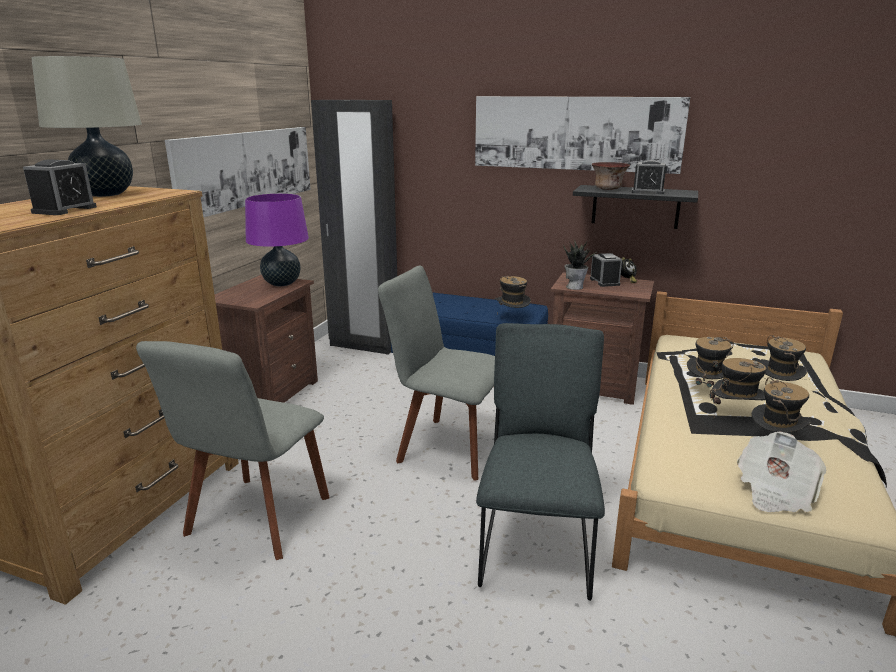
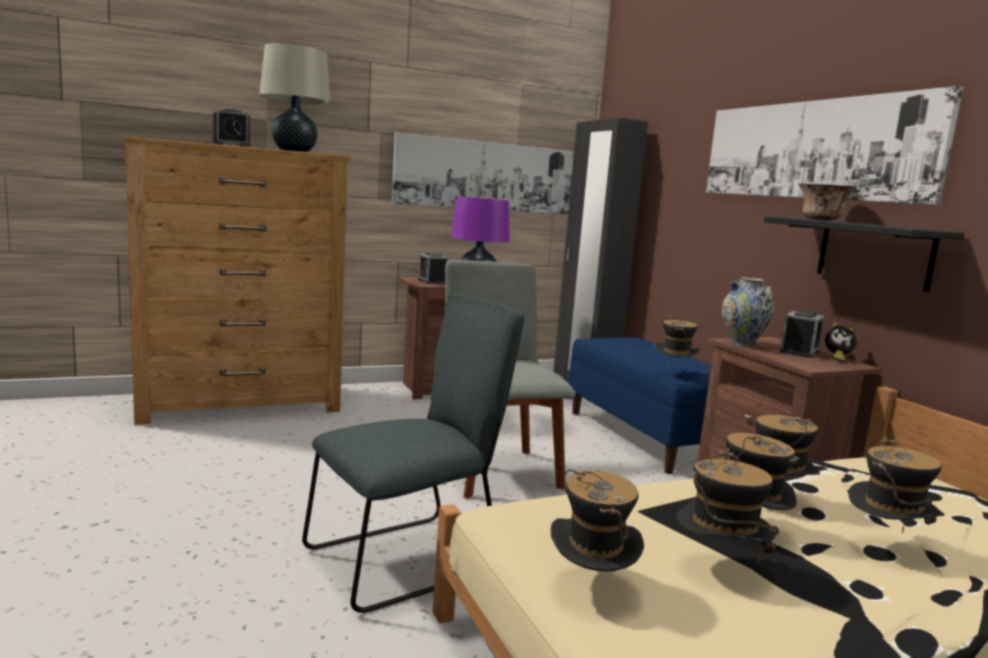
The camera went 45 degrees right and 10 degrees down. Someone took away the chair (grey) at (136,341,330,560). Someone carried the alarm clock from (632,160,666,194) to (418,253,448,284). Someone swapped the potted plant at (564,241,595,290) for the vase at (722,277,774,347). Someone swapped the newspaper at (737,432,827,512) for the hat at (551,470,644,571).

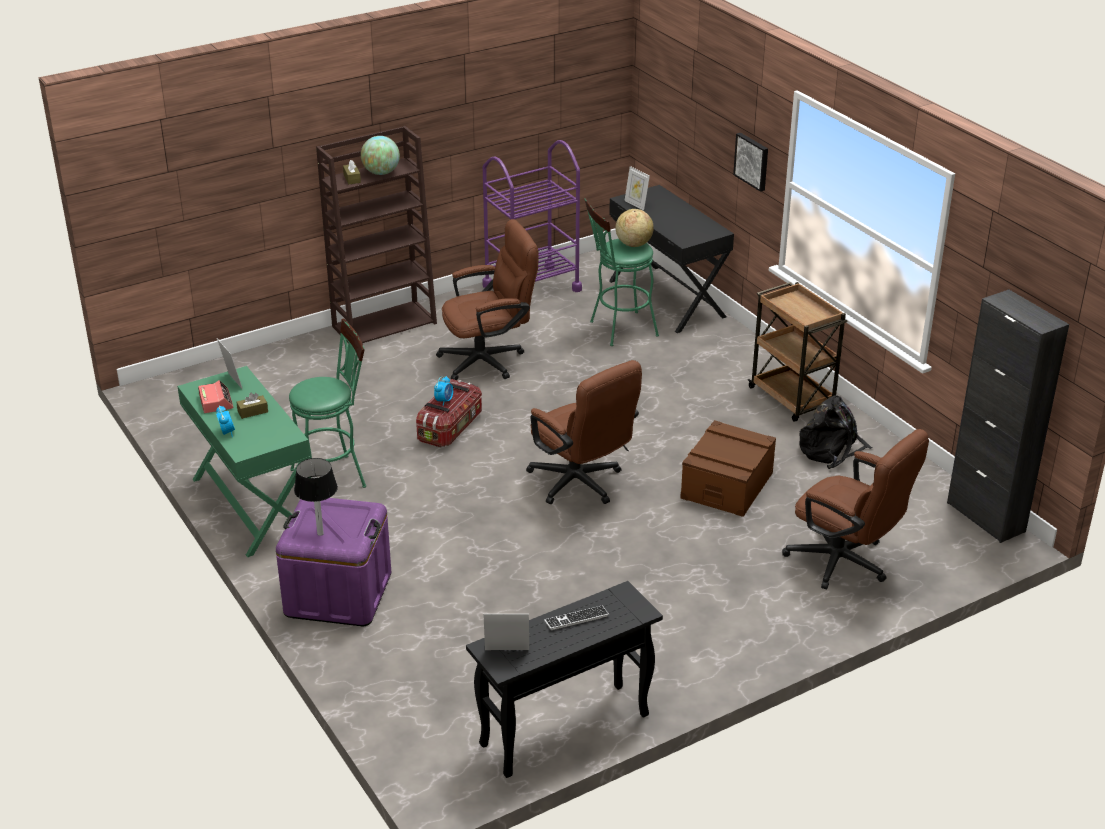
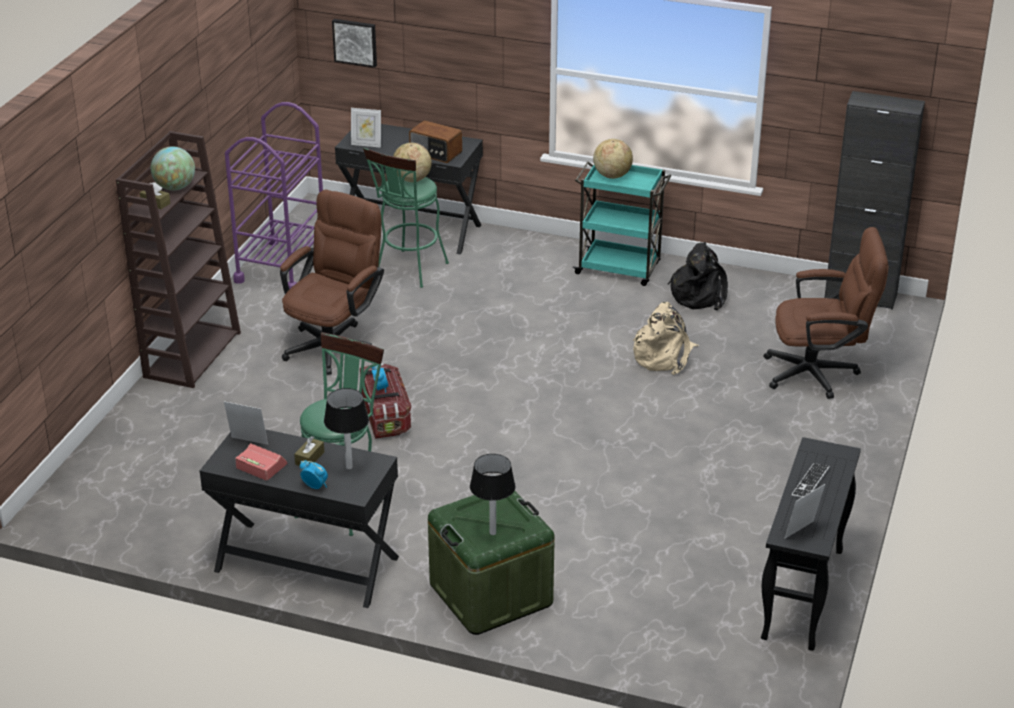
The camera went 40 degrees left and 0 degrees up. Someone took away the office chair (brown) at (526,360,642,504). Someone put down the table lamp at (324,388,369,470). Someone put down the radio at (409,120,462,163). Someone put down the globe at (593,139,633,179). Someone carried the picture from (733,133,768,192) to (332,19,377,68). Someone swapped the storage box (brown) at (680,420,776,517) for the backpack (beige) at (633,302,699,375). Someone repainted the desk (green) at (177,366,310,557), which became the desk (black) at (200,429,399,608). Someone repainted the storage box (purple) at (276,498,391,626), which became the storage box (green) at (428,490,555,635). Someone repainted the cart (brown) at (748,282,848,422), which became the cart (turquoise) at (572,161,671,286).

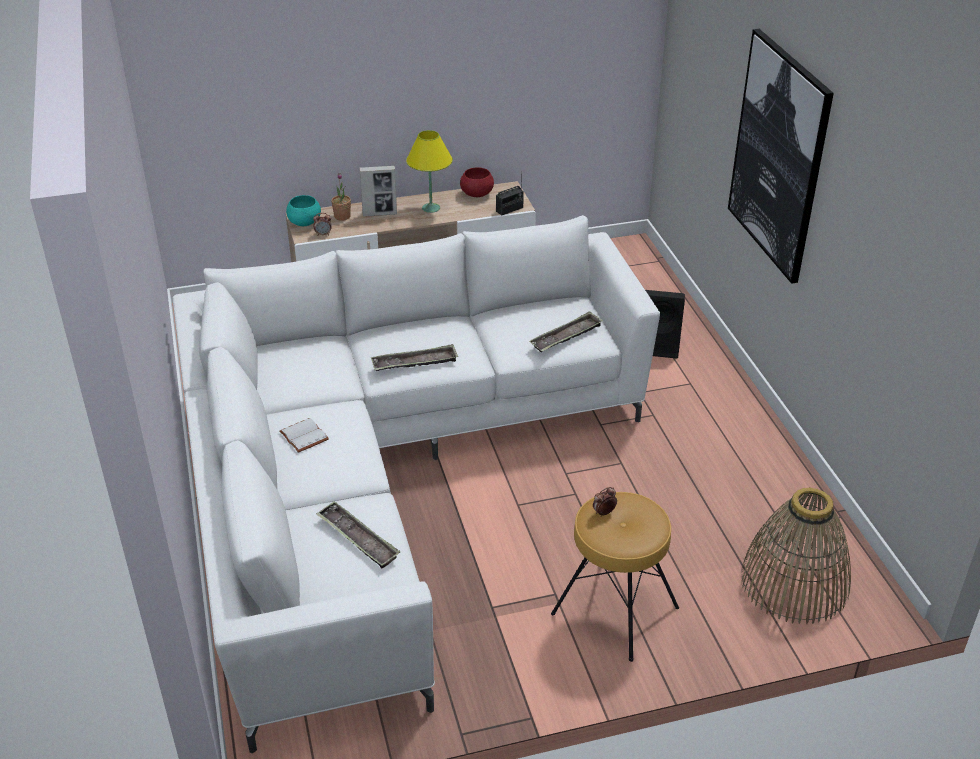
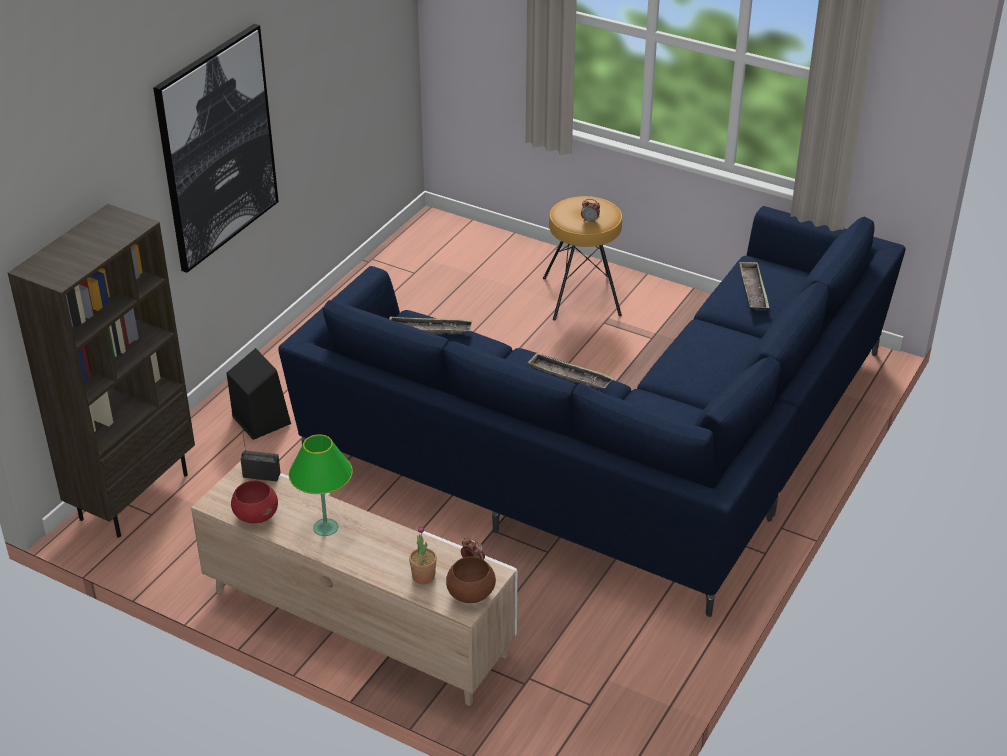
The camera went 135 degrees left and 0 degrees up. Someone took away the book (white) at (280,418,329,453). Someone took away the picture frame at (359,166,397,217). Someone took away the basket at (740,488,851,624). Someone put down the bookcase (brown) at (8,204,195,538). Someone repainted the sofa (white) at (172,215,660,753), which became the sofa (blue) at (278,206,906,617). Someone repainted the bowl (turquoise) at (286,195,321,226), which became the bowl (brown) at (446,557,496,603). Someone repainted the table lamp (yellow) at (406,130,453,213), which became the table lamp (green) at (288,434,353,536).

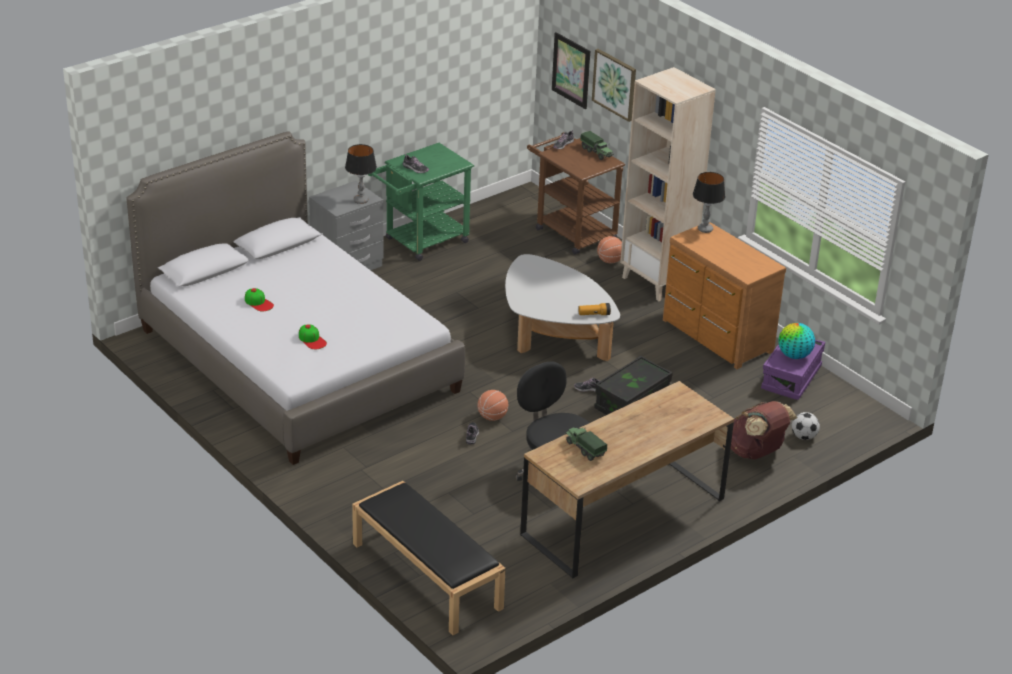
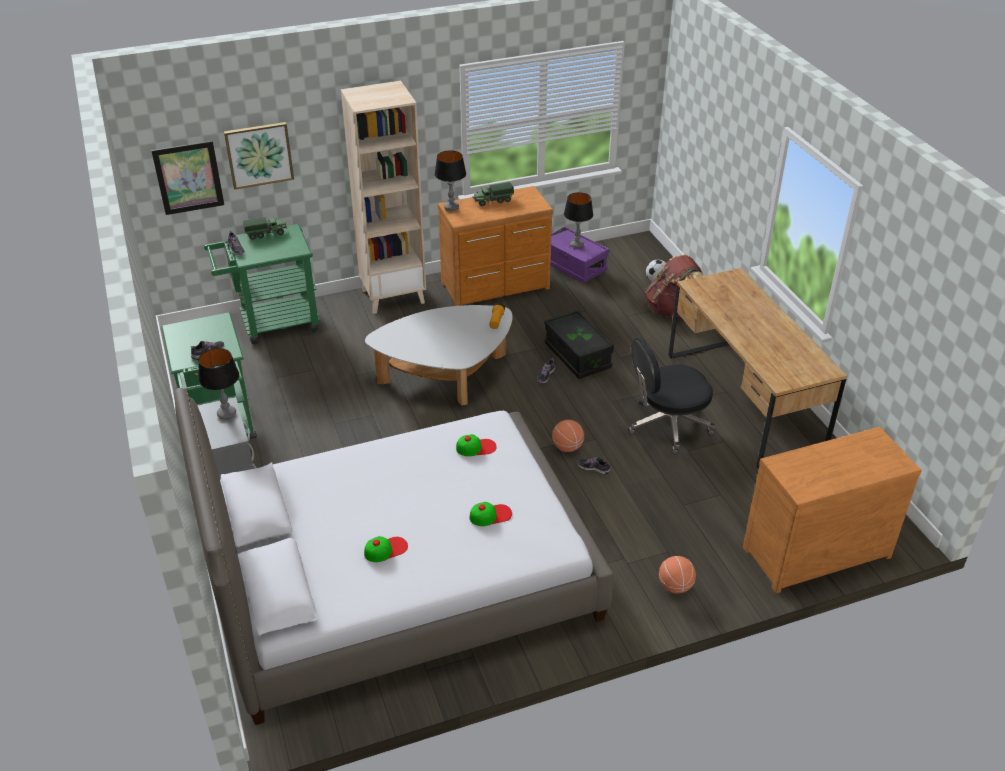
The camera went 70 degrees left and 5 degrees up. Someone put down the cap at (456,434,497,456). Someone carried the toy truck from (564,427,607,461) to (473,182,514,206). Someone carried the basketball from (597,236,622,263) to (659,556,696,594). Someone swapped the bench (black) at (352,481,506,635) for the dresser (brown) at (743,427,921,594). Someone swapped the globe at (778,323,815,359) for the table lamp at (564,192,593,248). Someone repainted the cart (brown) at (527,132,625,254), which became the cart (green) at (204,224,320,345).

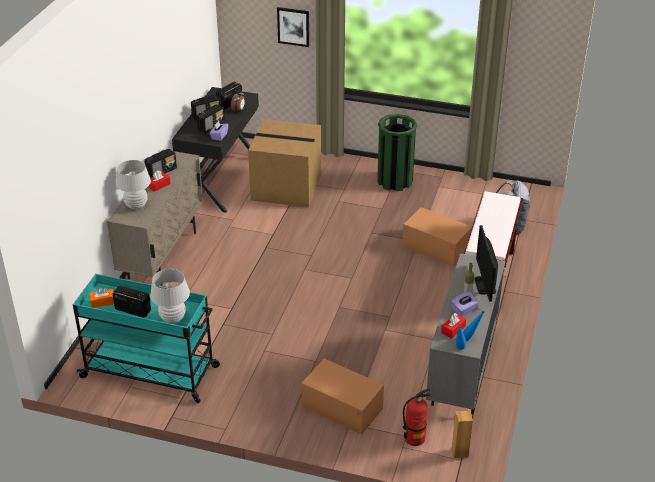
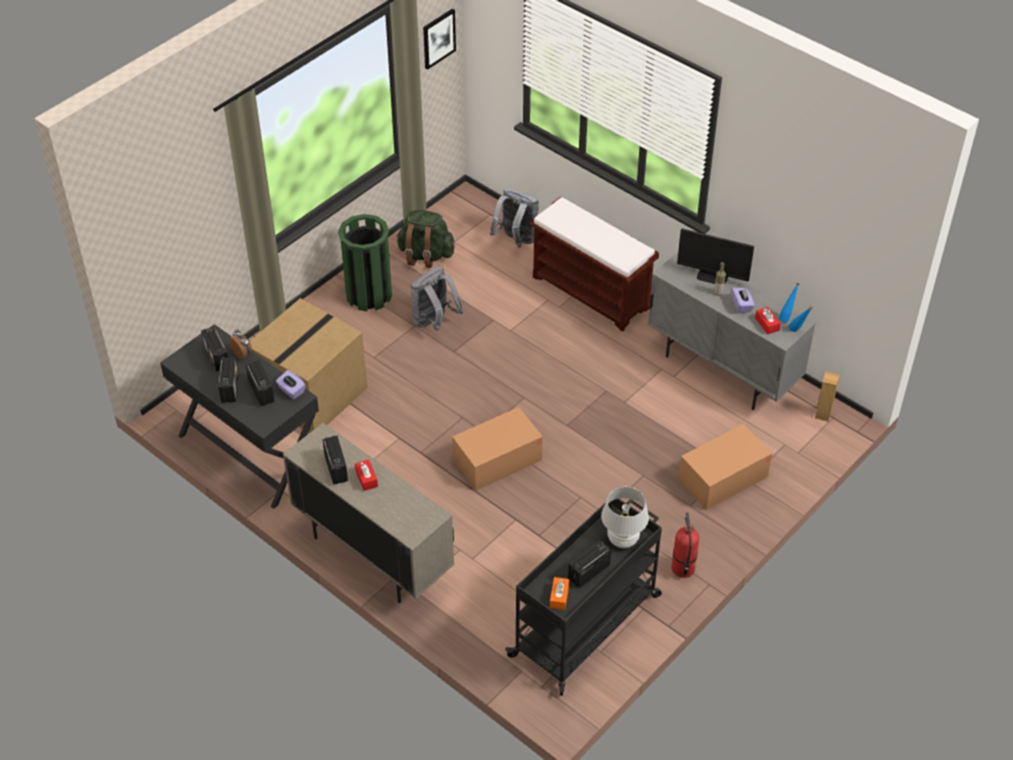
The camera went 65 degrees left and 10 degrees up. Someone took away the table lamp (white) at (116,160,151,209). Someone put down the backpack (green) at (396,210,454,268). Someone put down the backpack (grey) at (411,266,464,331). Someone carried the picture from (277,7,309,47) to (423,9,456,69). Someone carried the cardboard box from (402,207,472,267) to (452,407,543,491). Someone carried the fire extinguisher from (403,388,431,446) to (672,512,699,578). Someone repainted the cart (turquoise) at (73,274,220,403), which became the cart (black) at (505,499,662,696).

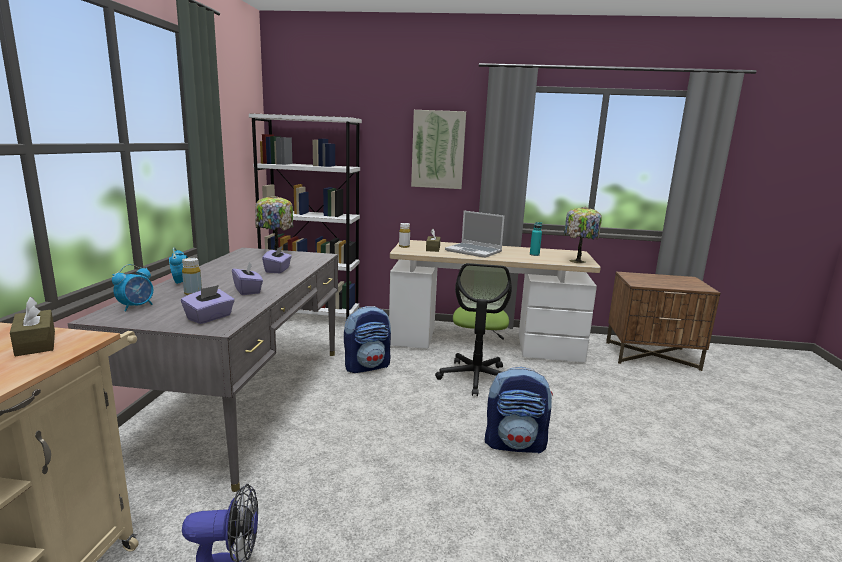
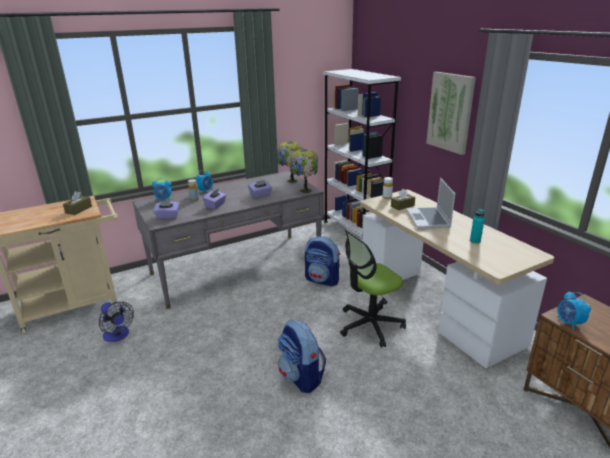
The camera went 55 degrees right and 10 degrees up. Someone put down the alarm clock at (557,291,591,330). Someone carried the table lamp from (564,206,602,263) to (290,149,318,193).

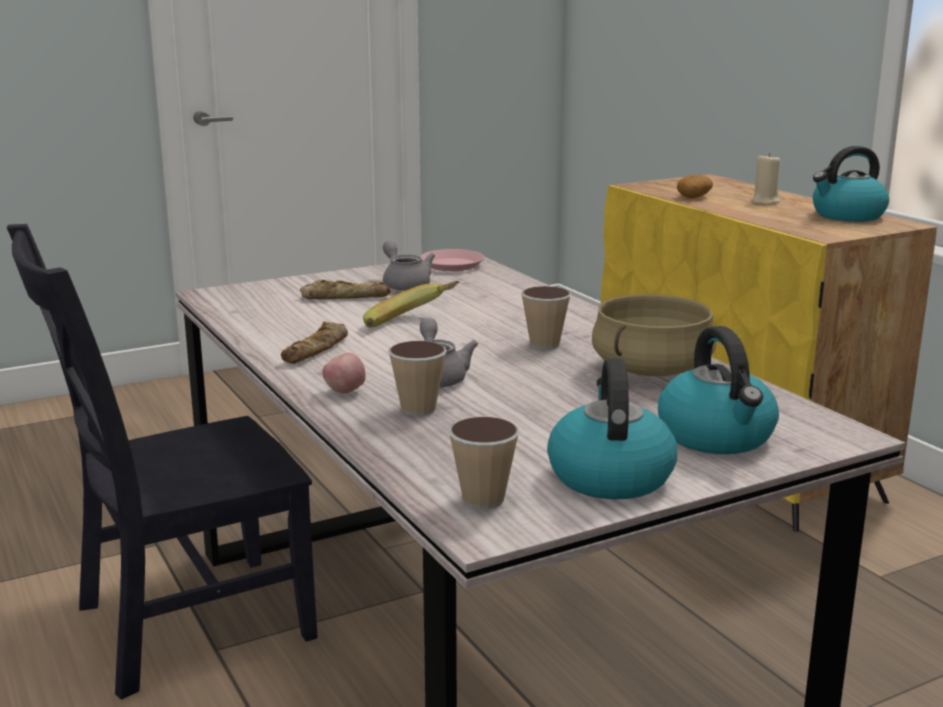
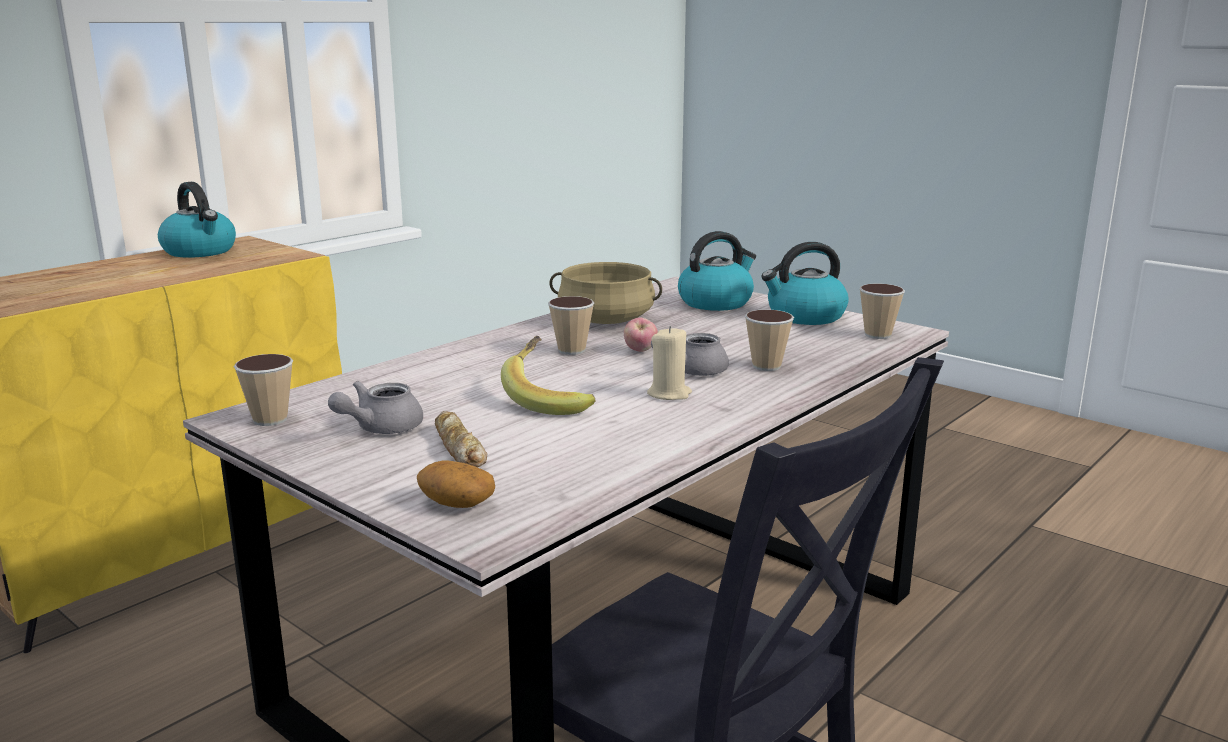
The camera went 110 degrees left and 0 degrees up. Someone took away the bread at (281,321,348,364). Someone carried the apple from (322,353,366,394) to (624,318,658,352). Someone carried the potato from (677,175,713,198) to (417,461,495,508). Someone carried the candle (beige) from (751,153,780,205) to (647,326,692,400). Someone swapped the plate (pink) at (420,249,484,271) for the cup at (234,354,293,426).

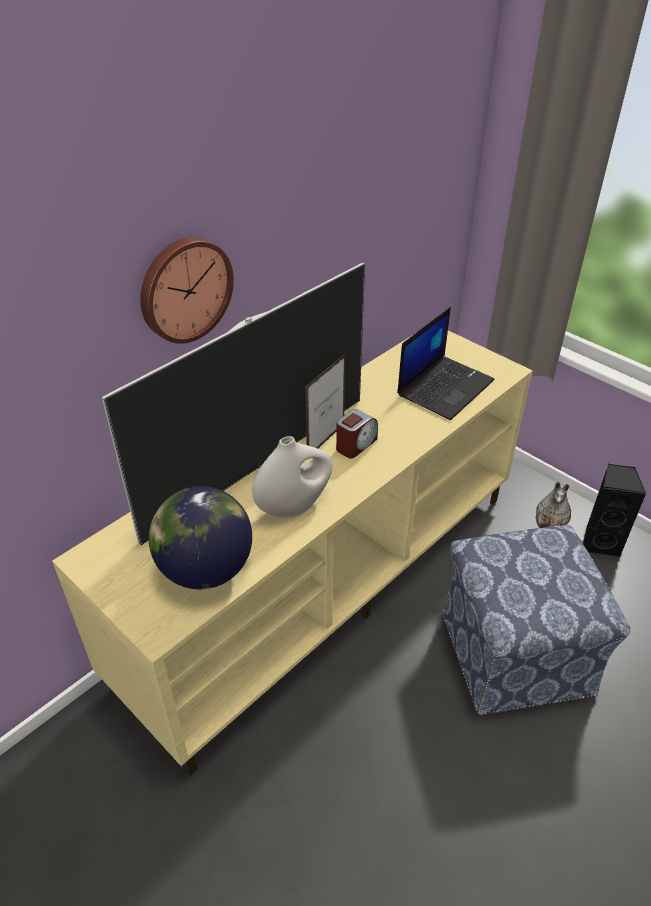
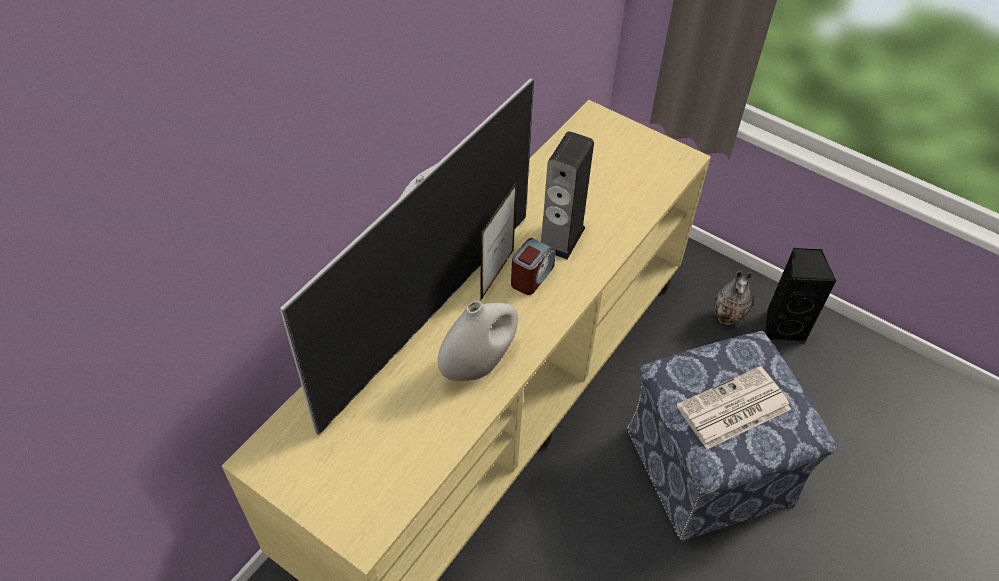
The camera went 10 degrees left and 10 degrees up. Someone took away the wall clock at (140,237,234,344). Someone took away the globe at (149,486,252,589). Someone took away the laptop at (397,307,495,420). Someone put down the speaker at (541,131,594,260). Someone put down the newspaper at (677,366,791,450).

